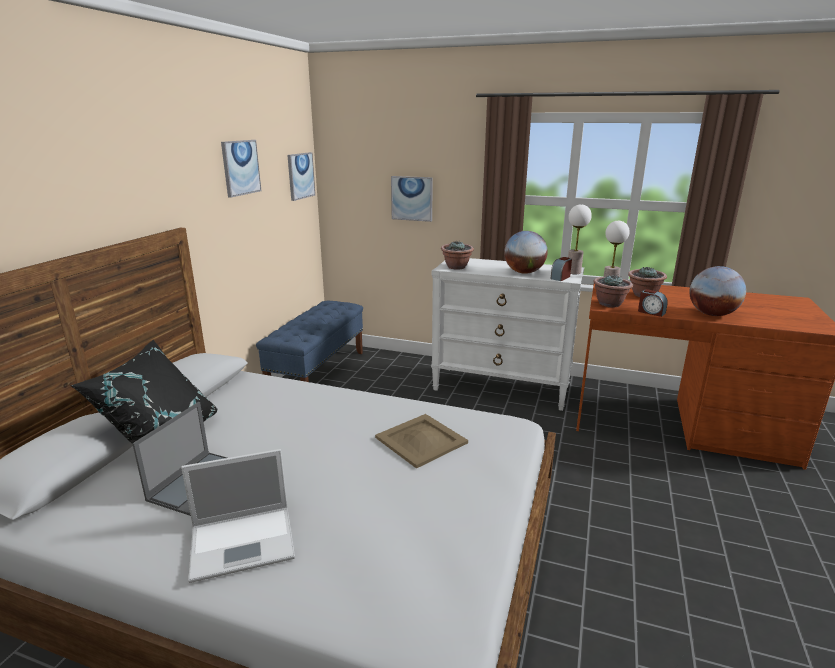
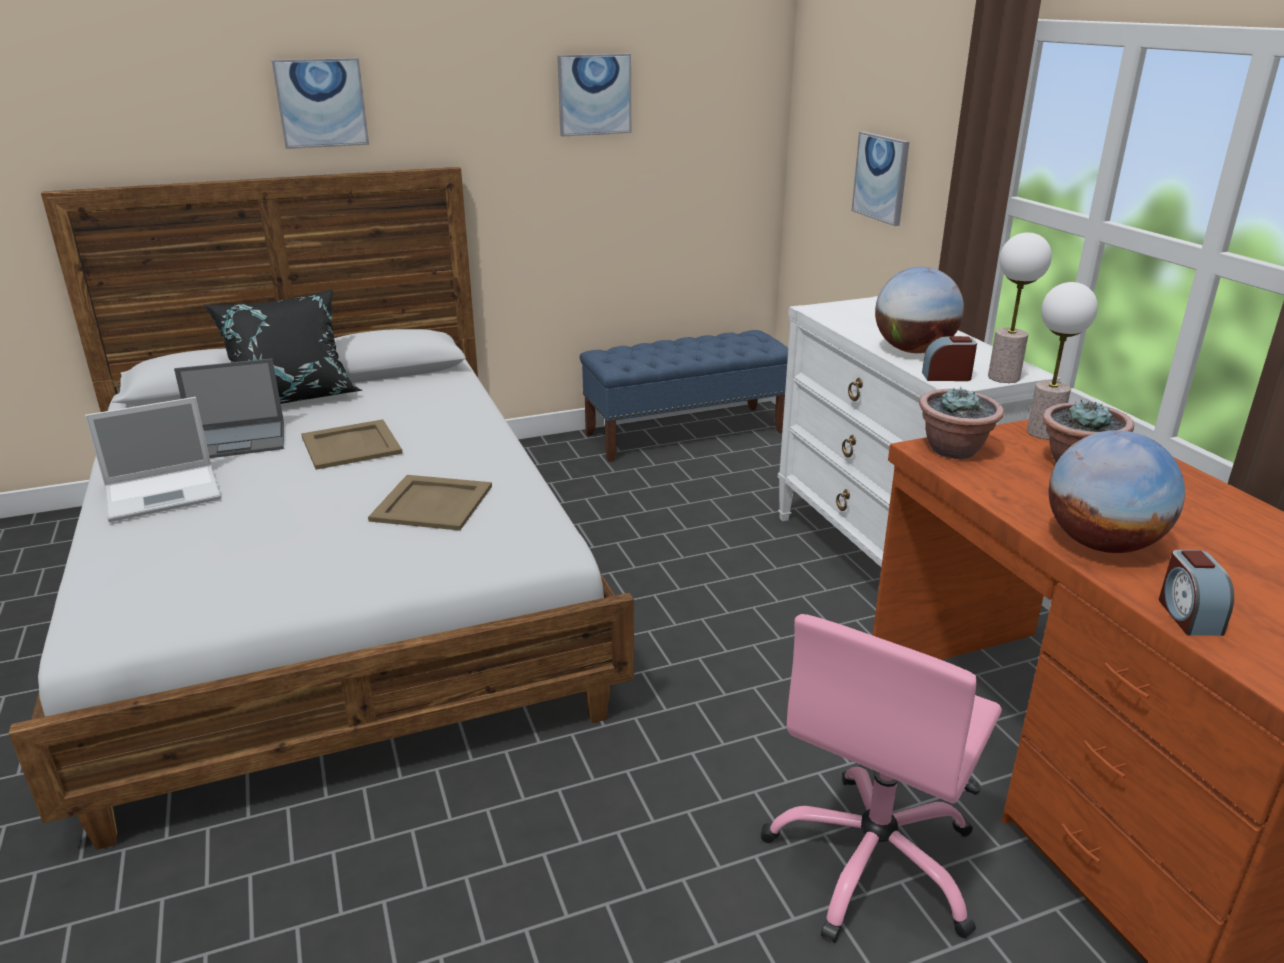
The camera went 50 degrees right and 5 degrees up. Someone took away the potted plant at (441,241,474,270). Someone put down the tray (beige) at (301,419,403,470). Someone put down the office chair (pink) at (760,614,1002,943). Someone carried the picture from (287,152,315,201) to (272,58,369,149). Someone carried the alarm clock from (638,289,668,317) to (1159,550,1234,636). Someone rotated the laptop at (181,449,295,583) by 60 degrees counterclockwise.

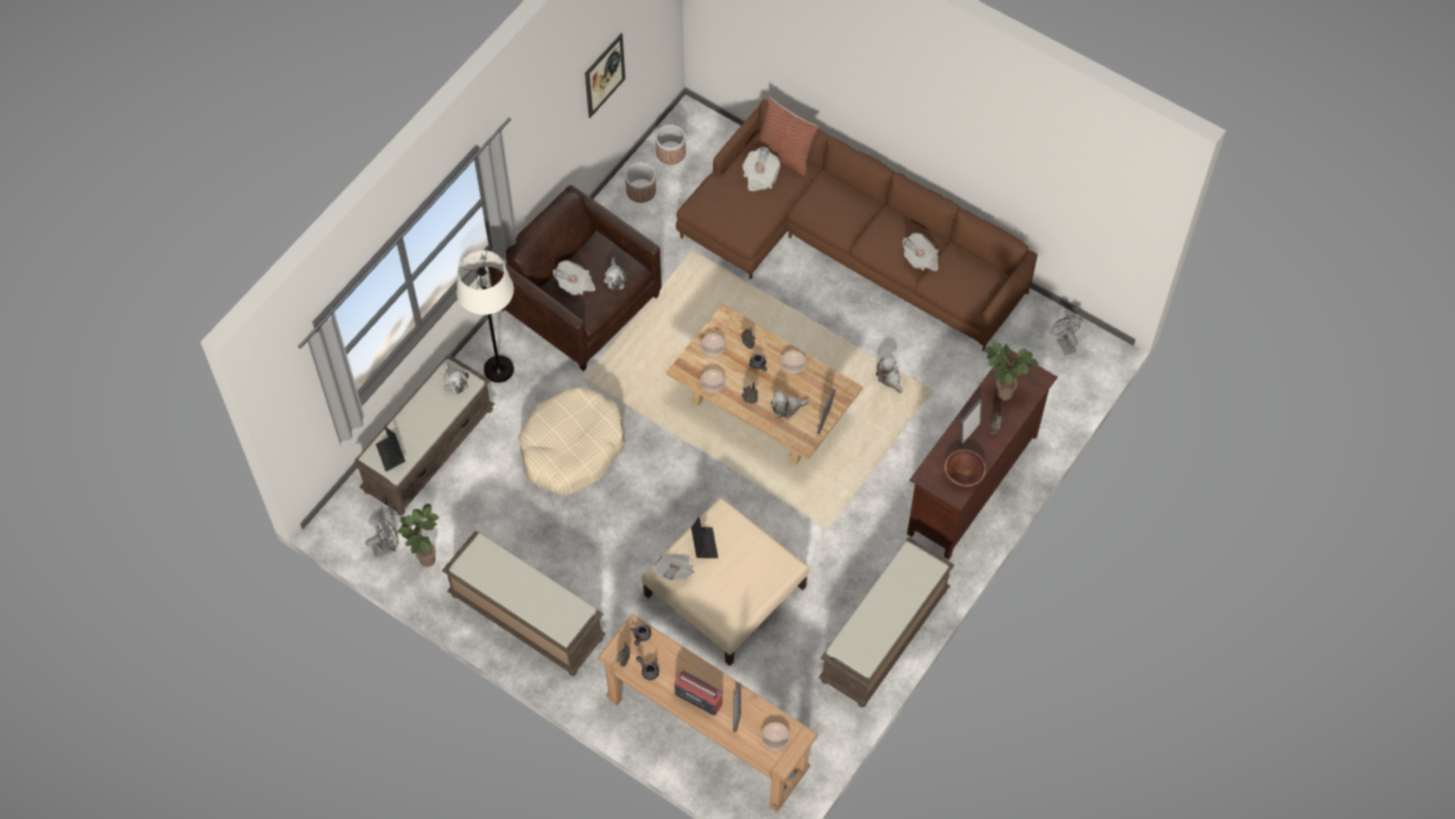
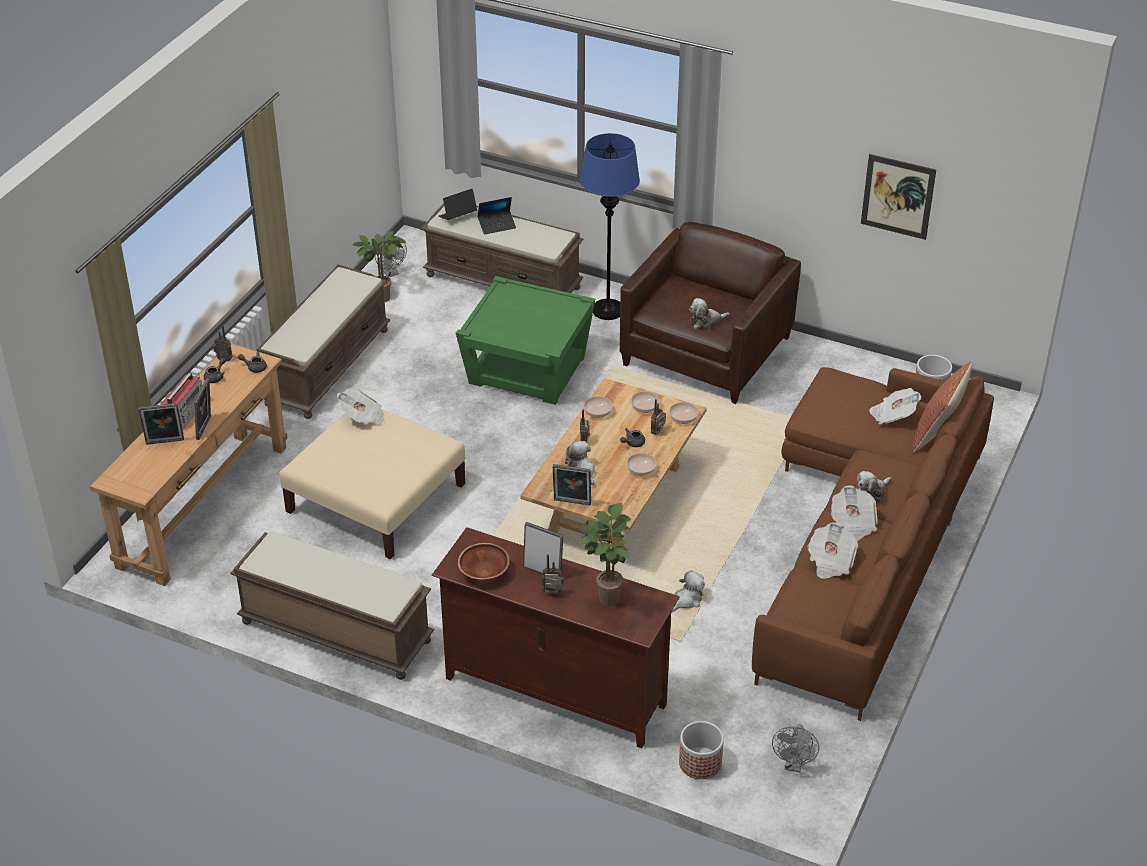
The camera went 80 degrees right and 20 degrees down. Someone put down the picture frame at (194,378,211,440). Someone carried the plush toy from (444,362,469,394) to (857,471,892,502). Someone carried the newspaper from (553,260,596,295) to (831,485,878,541). Someone carried the planter from (625,163,656,203) to (679,721,724,779). Someone carried the laptop from (691,517,718,558) to (477,197,516,235). Someone carried the bowl from (762,722,790,750) to (669,402,698,424). Someone swapped the dog bed (beige) at (518,387,625,495) for the side table (green) at (456,276,595,405). Someone repainted the floor lamp (white) at (456,250,514,383), which became the floor lamp (blue) at (580,133,640,320). Someone rotated the fan (grey) at (1051,315,1082,355) by 135 degrees clockwise.

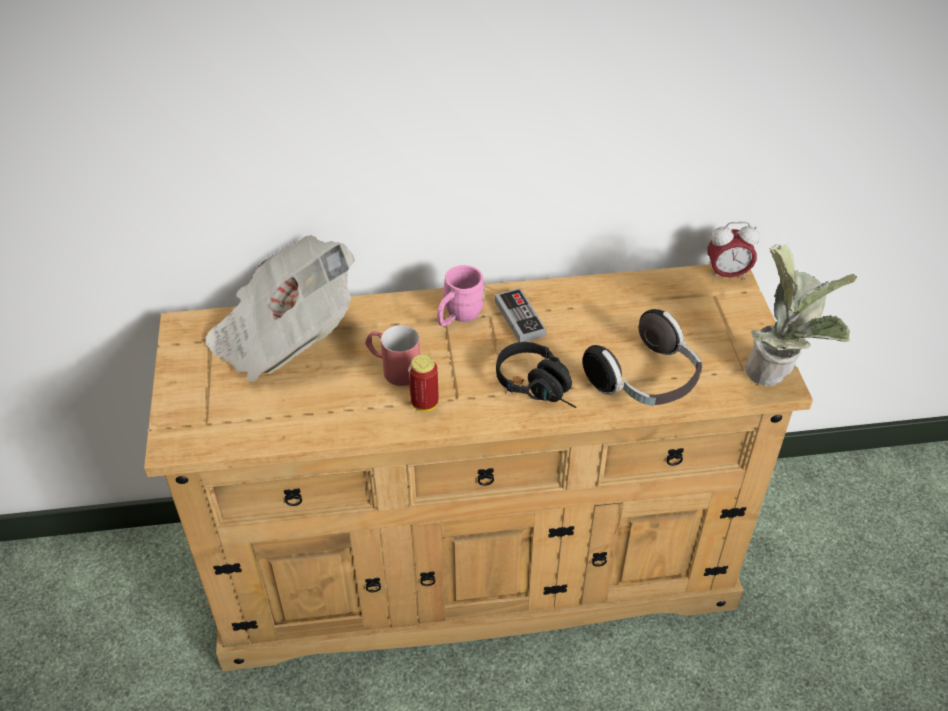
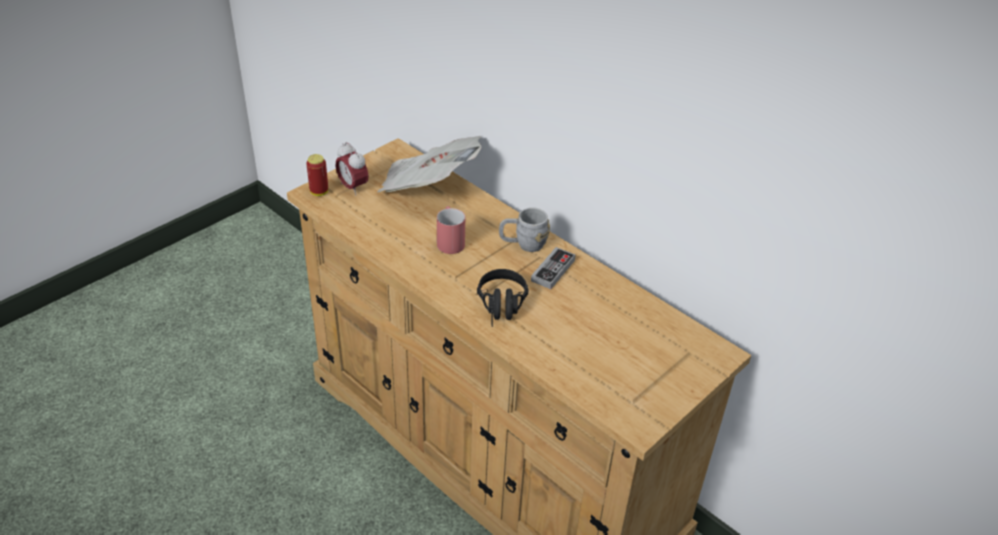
The camera went 50 degrees right and 5 degrees down. Someone took away the headphones at (582,309,702,406). Someone took away the potted plant at (745,244,857,386). Someone carried the can from (409,355,438,412) to (306,154,328,196). Someone carried the alarm clock from (707,222,760,280) to (336,142,369,196). Someone repainted the mug (pink) at (437,265,485,326), which became the mug (grey) at (499,207,550,252).

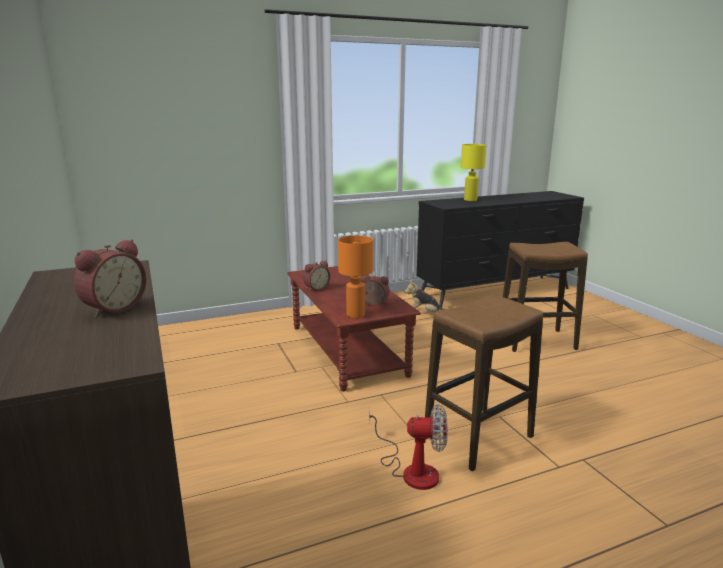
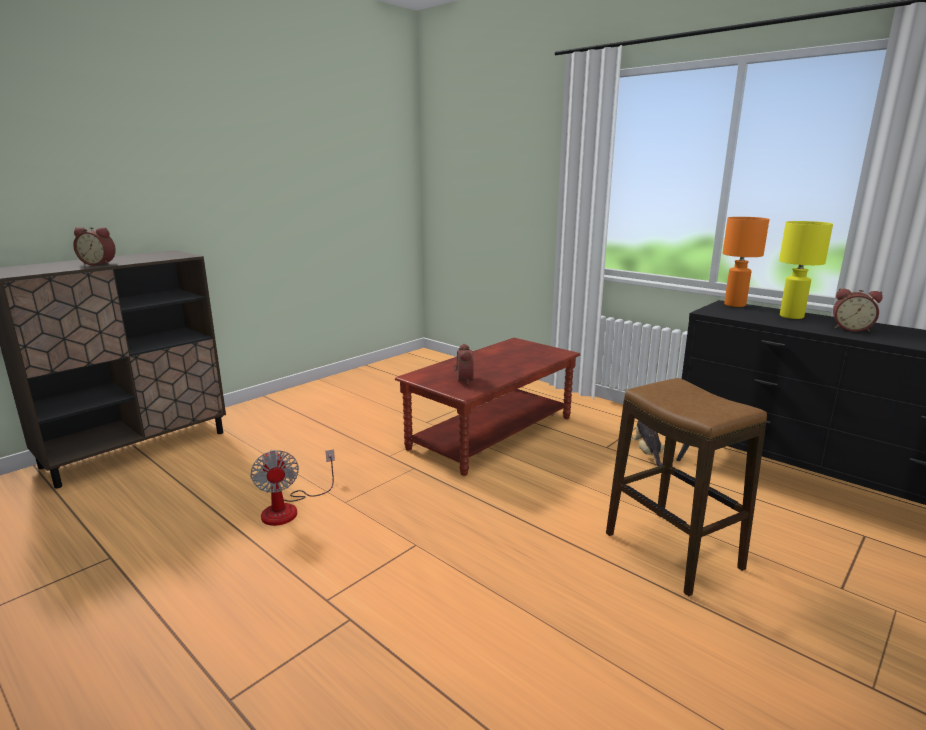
The camera went 65 degrees right and 0 degrees up. Someone took away the stool at (425,294,543,471). Someone carried the alarm clock from (303,260,330,291) to (833,288,883,332). Someone carried the table lamp (orange) from (338,235,373,318) to (722,217,769,307).

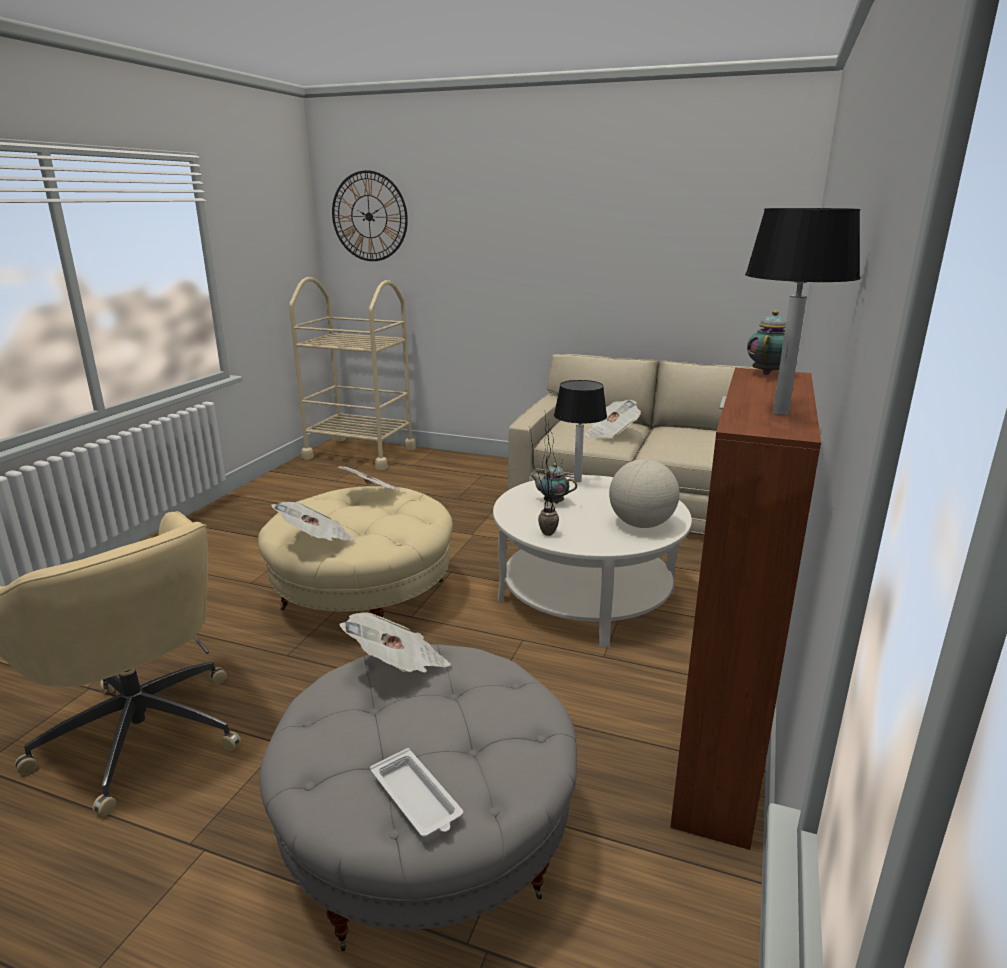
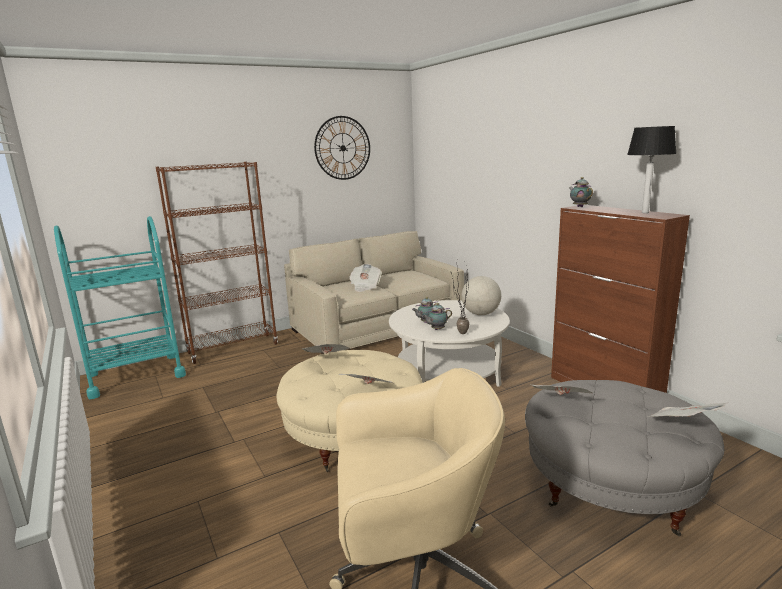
The camera went 50 degrees left and 5 degrees down. Someone took away the table lamp at (554,380,607,482). Someone put down the bookcase (brown) at (156,162,278,364). Someone put down the teapot at (422,303,452,330). Someone carried the wall clock from (332,170,408,261) to (314,116,370,180). Someone swapped the tray (white) at (370,748,463,837) for the newspaper at (647,403,726,417). Someone repainted the cart (beige) at (289,277,416,470), which became the cart (turquoise) at (54,216,186,399).

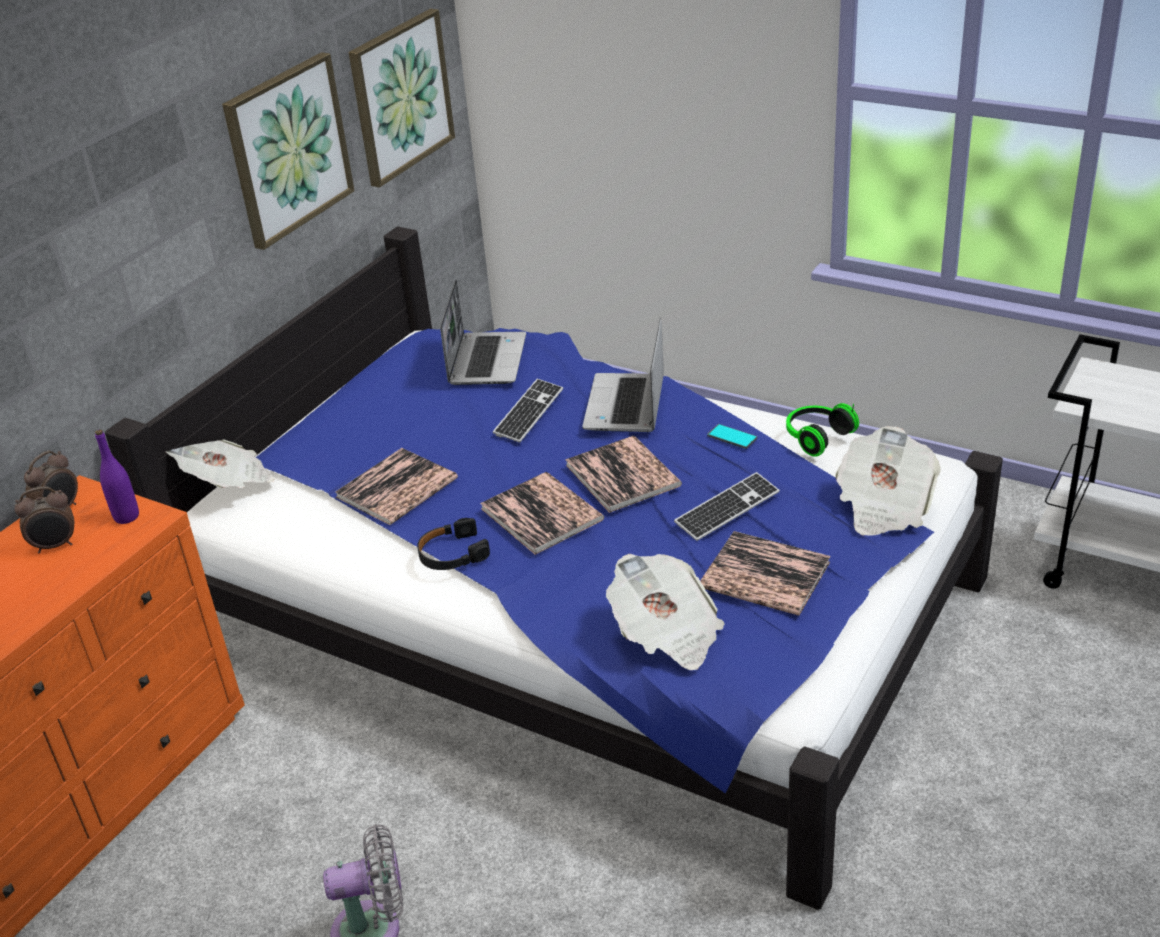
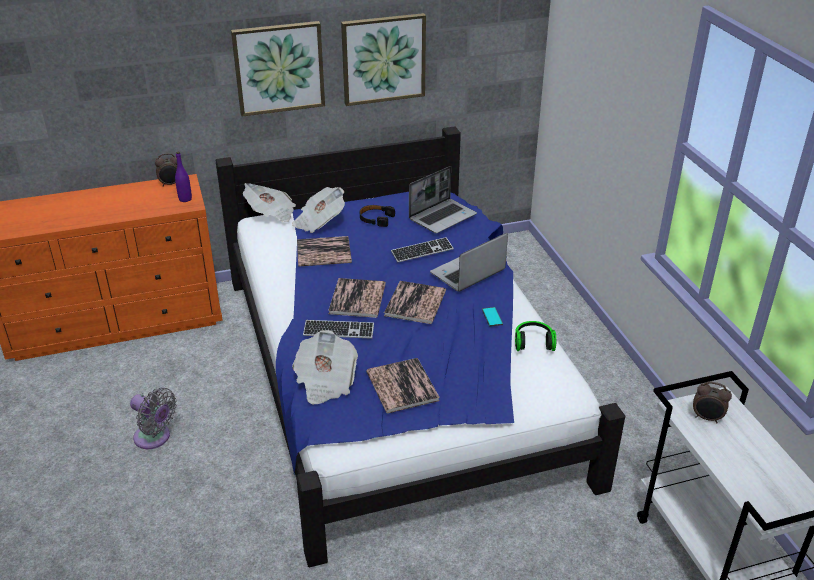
The camera went 40 degrees right and 0 degrees up. Someone carried the alarm clock from (14,487,74,554) to (693,381,732,423). Someone carried the picture from (348,9,455,188) to (231,21,325,117). Someone carried the headphones (black) from (417,518,490,570) to (360,205,395,227). Someone carried the keyboard from (674,472,780,541) to (303,320,374,339). Someone carried the newspaper from (835,426,941,536) to (292,187,345,233).

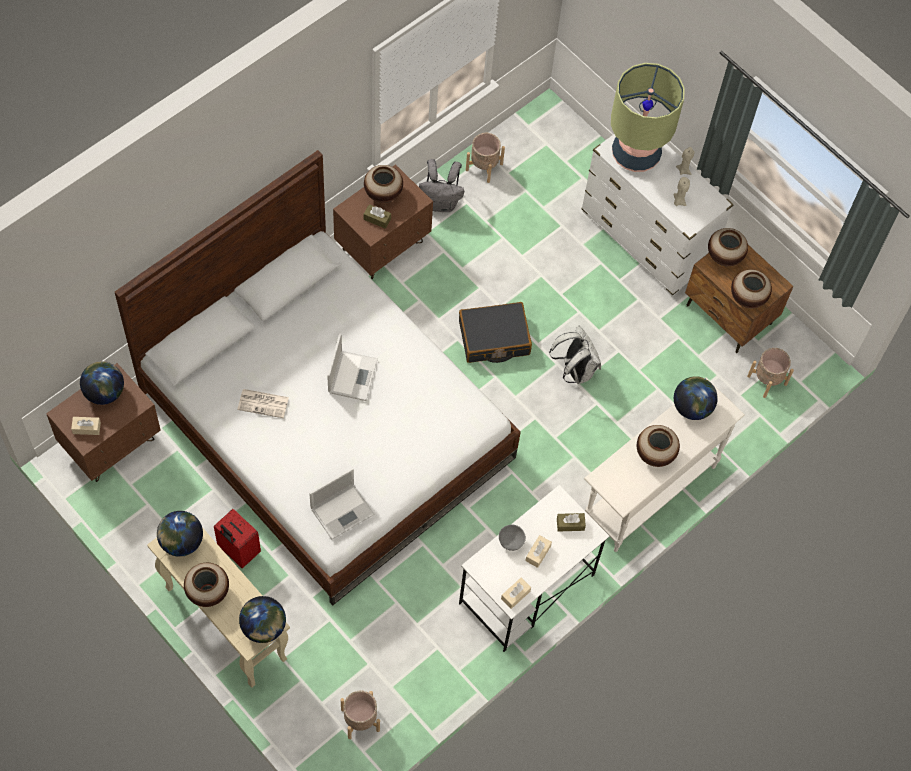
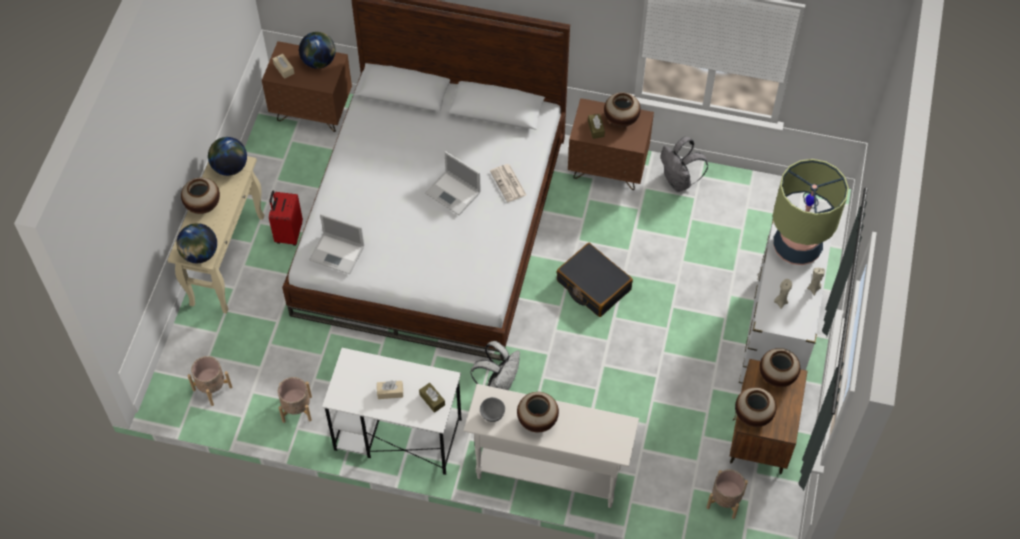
The camera went 60 degrees right and 5 degrees down. Someone took away the tissue box (beige) at (501,578,531,609). Someone took away the globe at (674,376,718,420). Someone carried the newspaper from (237,389,289,418) to (490,164,526,202). Someone carried the planter (beige) from (466,133,505,183) to (278,377,312,423). Someone carried the bowl (grey) from (499,525,526,551) to (480,397,505,422). Someone carried the backpack (white) from (549,326,601,384) to (471,341,520,390). Someone rotated the laptop at (327,333,378,401) by 60 degrees clockwise.

